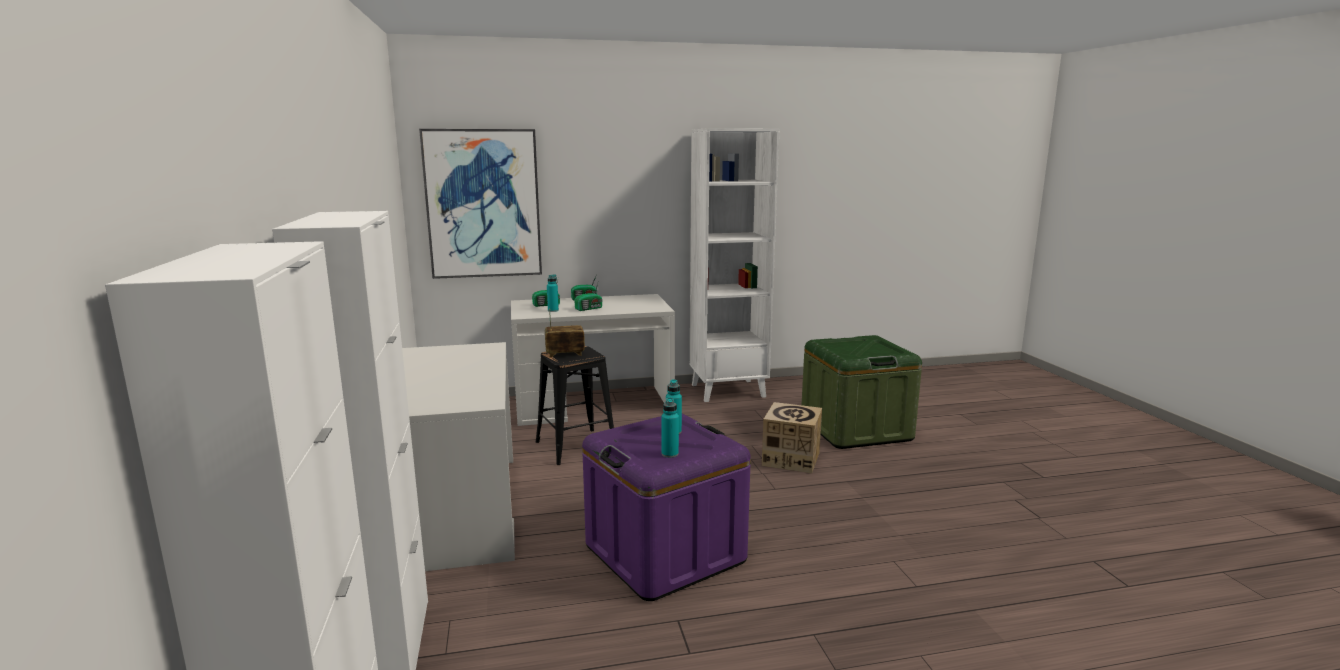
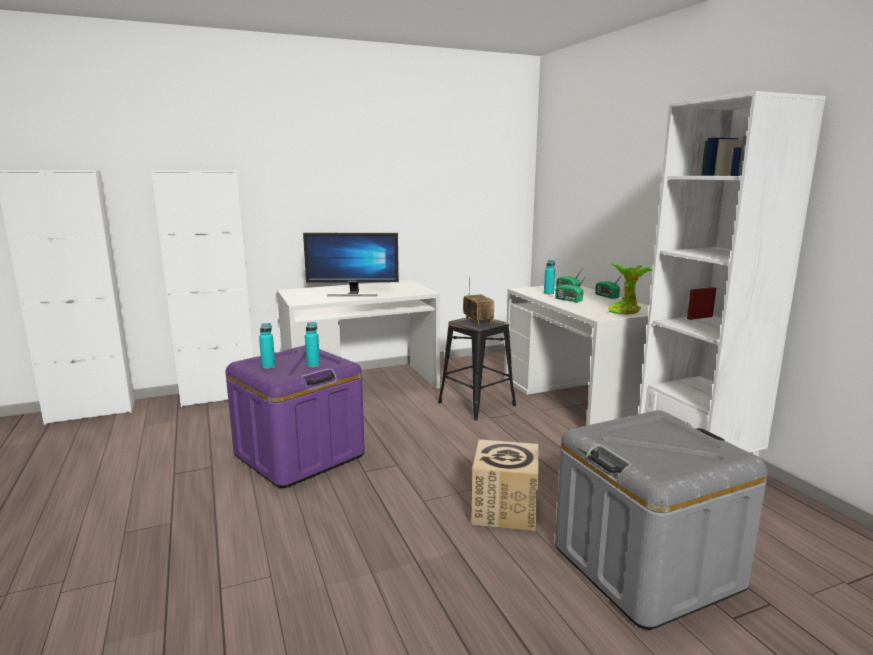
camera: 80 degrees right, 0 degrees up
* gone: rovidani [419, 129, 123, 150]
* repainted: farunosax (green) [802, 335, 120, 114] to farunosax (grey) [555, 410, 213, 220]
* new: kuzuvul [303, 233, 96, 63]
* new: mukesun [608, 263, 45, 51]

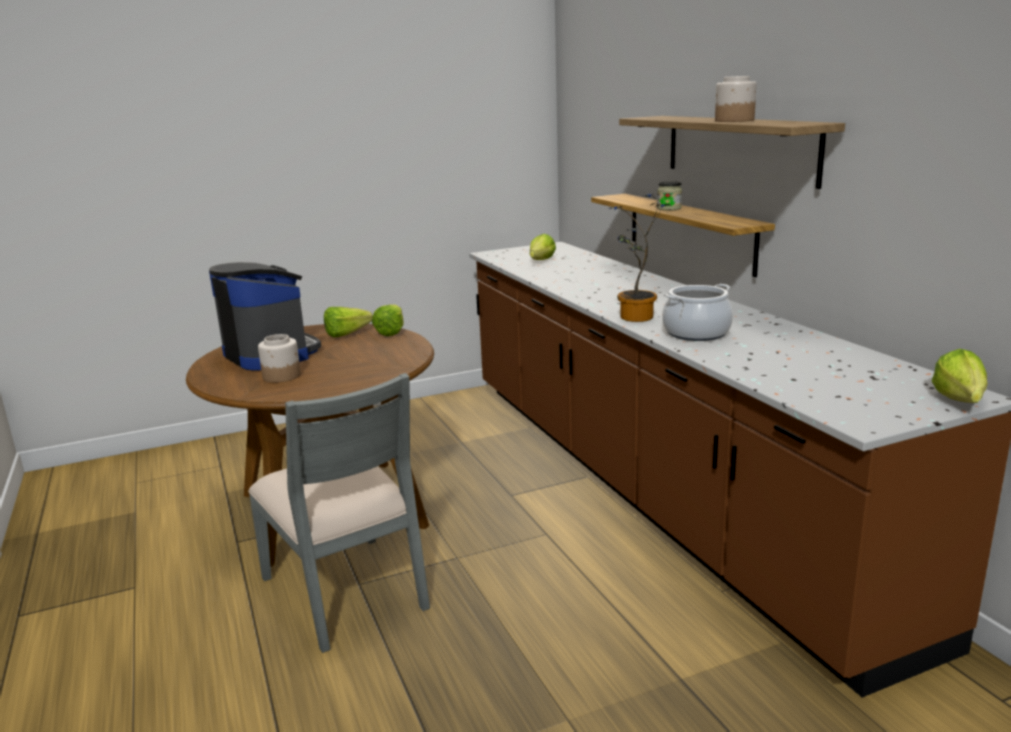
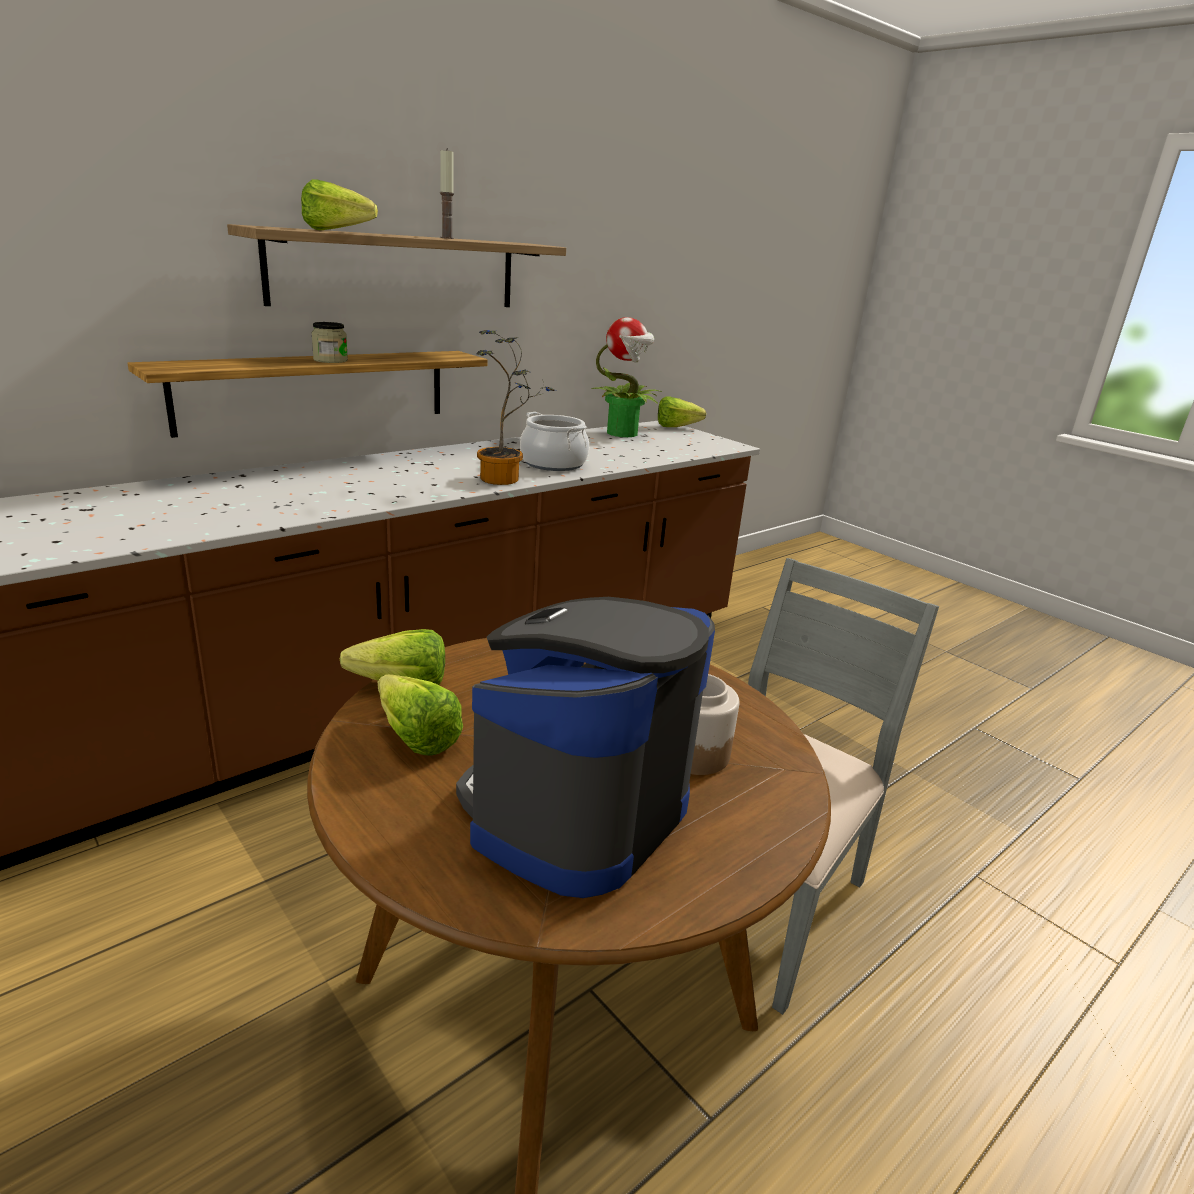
camera: 110 degrees left, 5 degrees up
* swapped: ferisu [715, 76, 42, 46] to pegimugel [440, 148, 14, 91]
* shifted: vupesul [530, 234, 26, 26] to [301, 179, 77, 51]
* new: mukesun [591, 317, 71, 120]

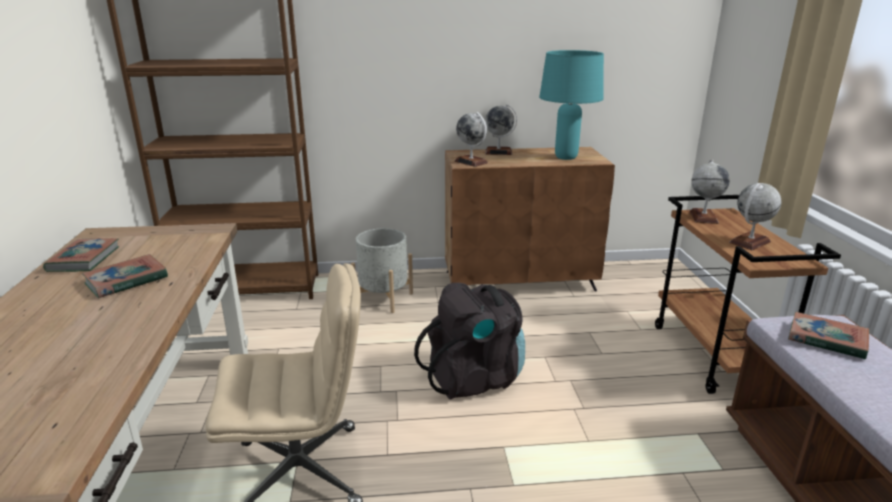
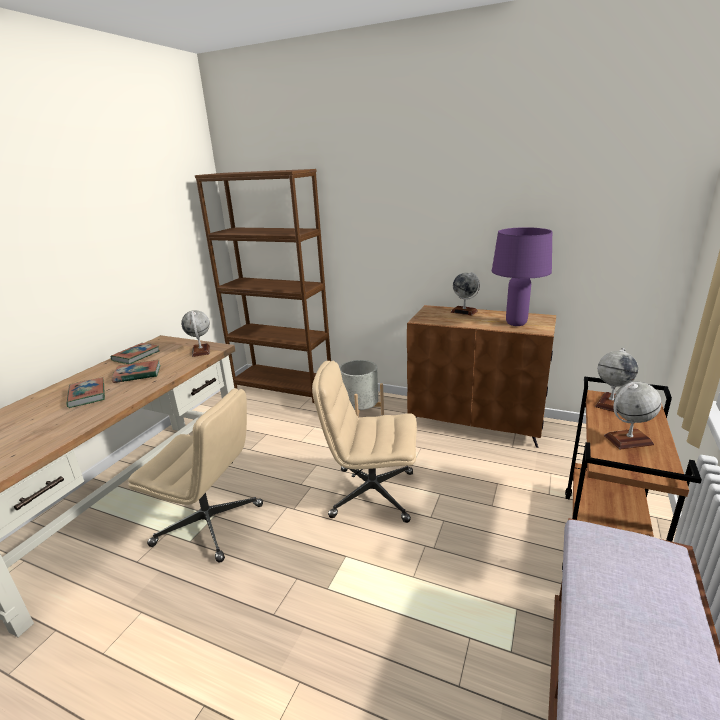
camera: 30 degrees right, 0 degrees up
* repainted: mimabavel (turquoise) [539, 50, 65, 110] to mimabavel (purple) [492, 227, 60, 99]
* shifted: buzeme [455, 112, 33, 55] to [181, 310, 29, 47]
* swapped: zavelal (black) [414, 283, 111, 116] to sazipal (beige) [312, 361, 105, 162]
* shifted: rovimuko [788, 312, 81, 47] to [66, 377, 39, 31]

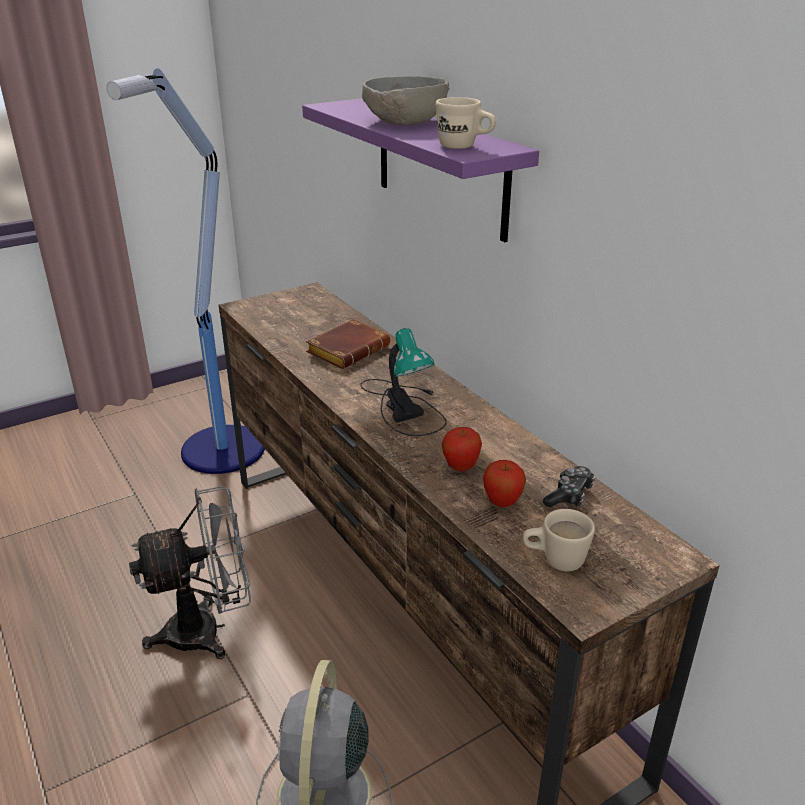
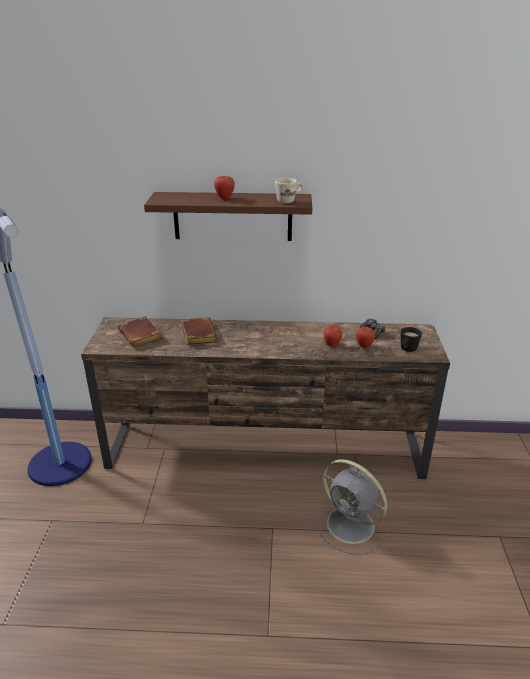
camera: 55 degrees left, 0 degrees up
* swapped: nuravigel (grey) [362, 76, 88, 49] to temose [214, 176, 21, 23]
* repainted: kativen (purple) [302, 98, 237, 144] to kativen (brown) [144, 192, 168, 49]
* gone: mimabavel [360, 328, 87, 108]
* gone: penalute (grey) [129, 486, 122, 173]
* repainted: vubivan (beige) [523, 509, 72, 63] to vubivan (black) [401, 327, 21, 25]
* new: rovimuko (brown) [118, 316, 44, 32]

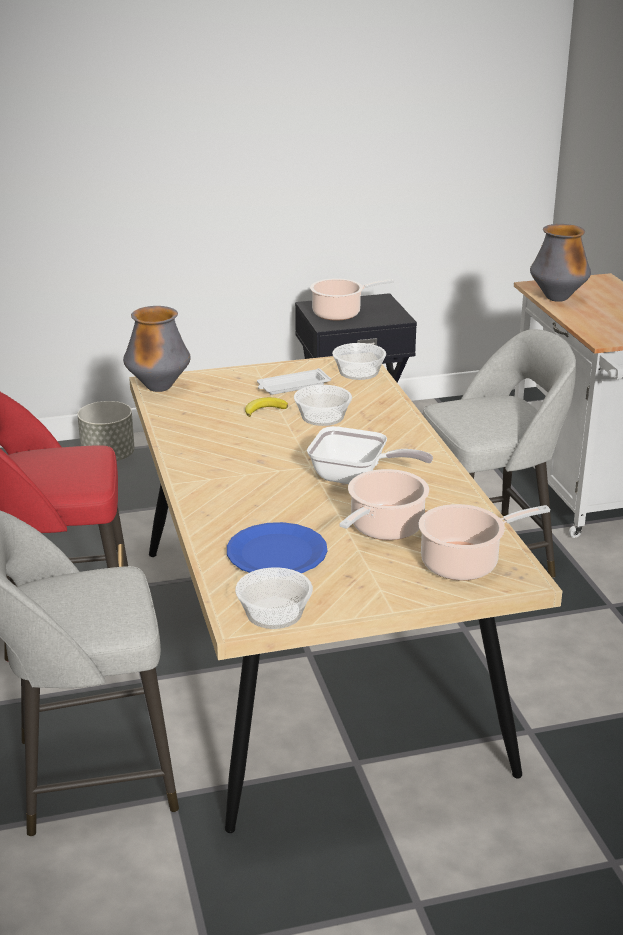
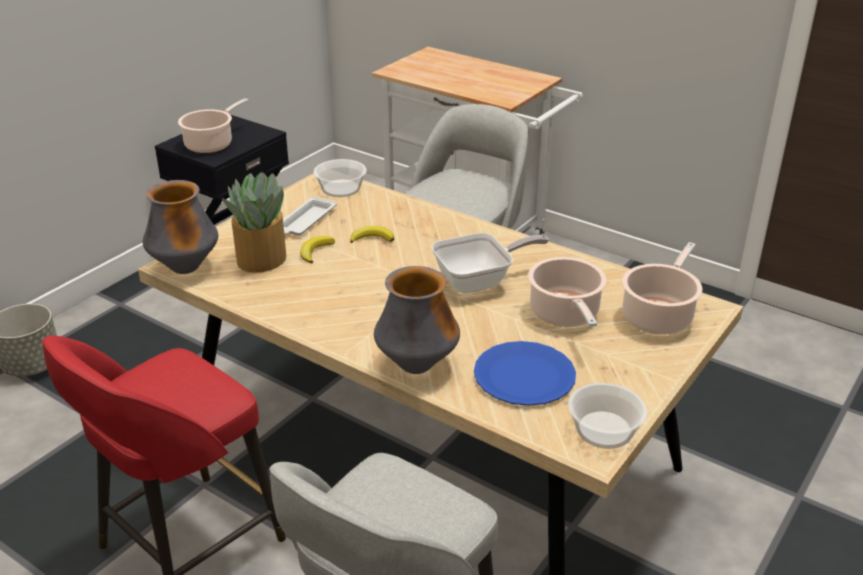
camera: 40 degrees left, 5 degrees up
* shifted: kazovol [530, 224, 61, 78] to [374, 266, 86, 108]
* swapped: nuravigel [294, 385, 58, 41] to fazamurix [350, 226, 44, 17]
* new: mukesun [222, 172, 64, 101]

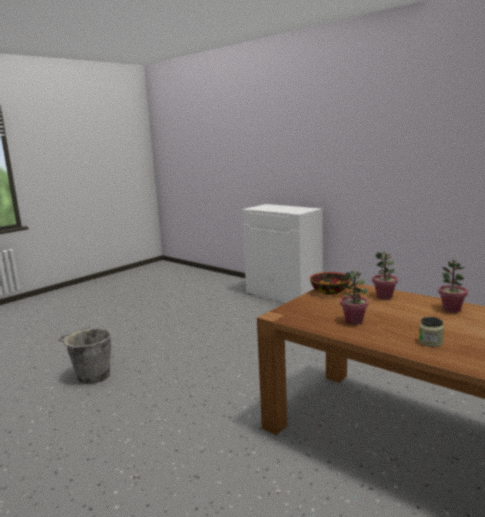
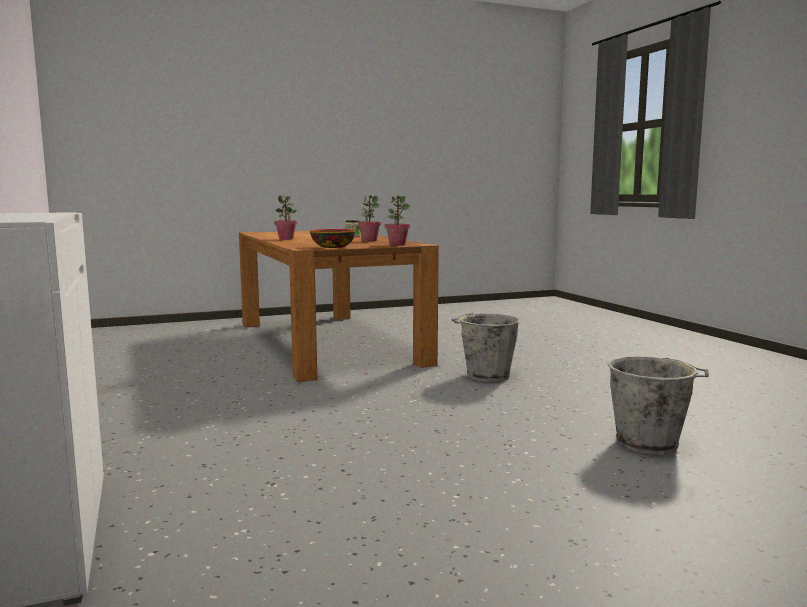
camera: 155 degrees left, 5 degrees down
* shifted: mukesun [372, 251, 26, 48] to [385, 196, 25, 49]
* new: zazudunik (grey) [452, 313, 69, 69]

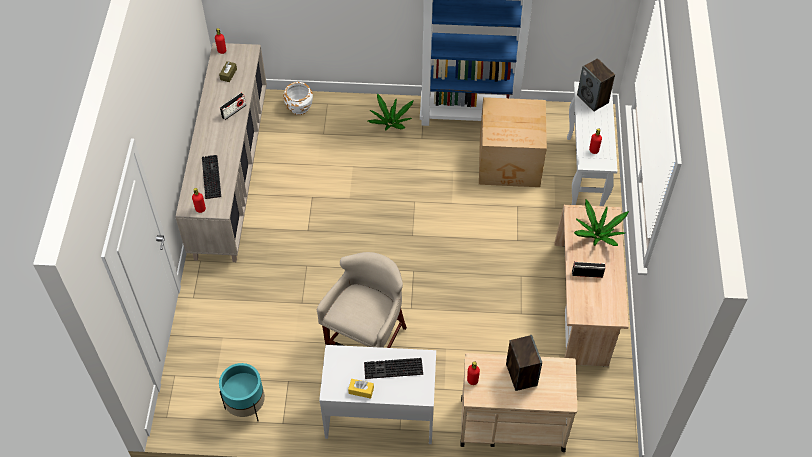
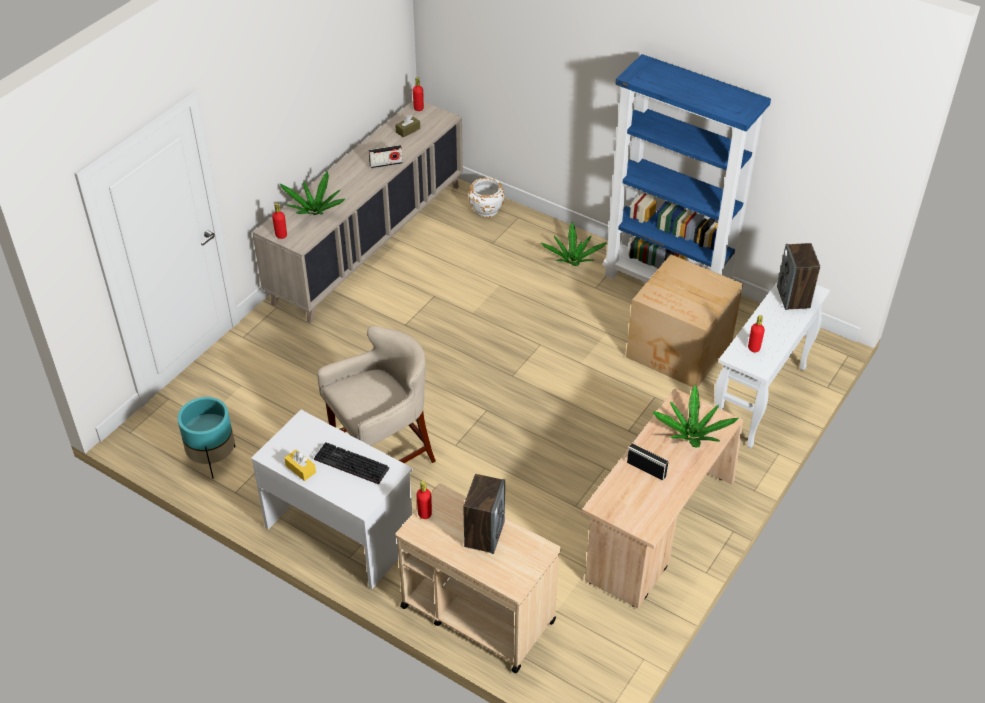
camera: 30 degrees right, 10 degrees down
* swapped: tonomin [202, 155, 19, 44] to mukesun [280, 171, 65, 44]

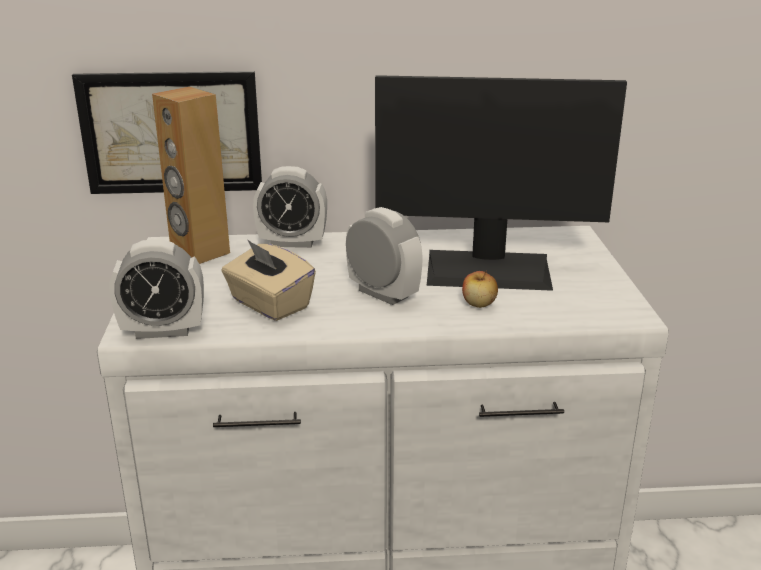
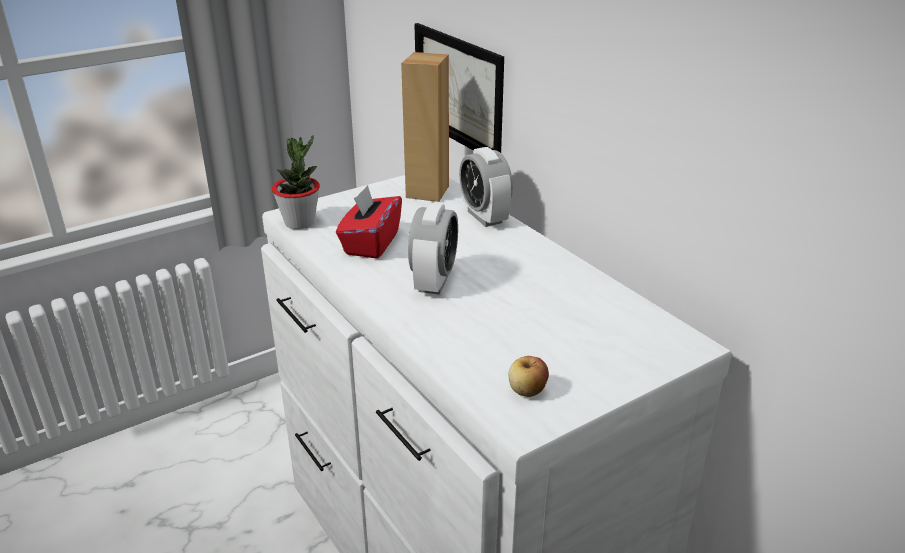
camera: 60 degrees right, 5 degrees up
* gone: kuzuvul [375, 75, 252, 216]
* swapped: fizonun [110, 239, 94, 100] to mukesun [272, 135, 48, 94]
* repainted: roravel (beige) [221, 239, 95, 82] to roravel (red) [336, 185, 66, 74]
* shifted: temose [462, 271, 36, 37] to [509, 356, 40, 41]

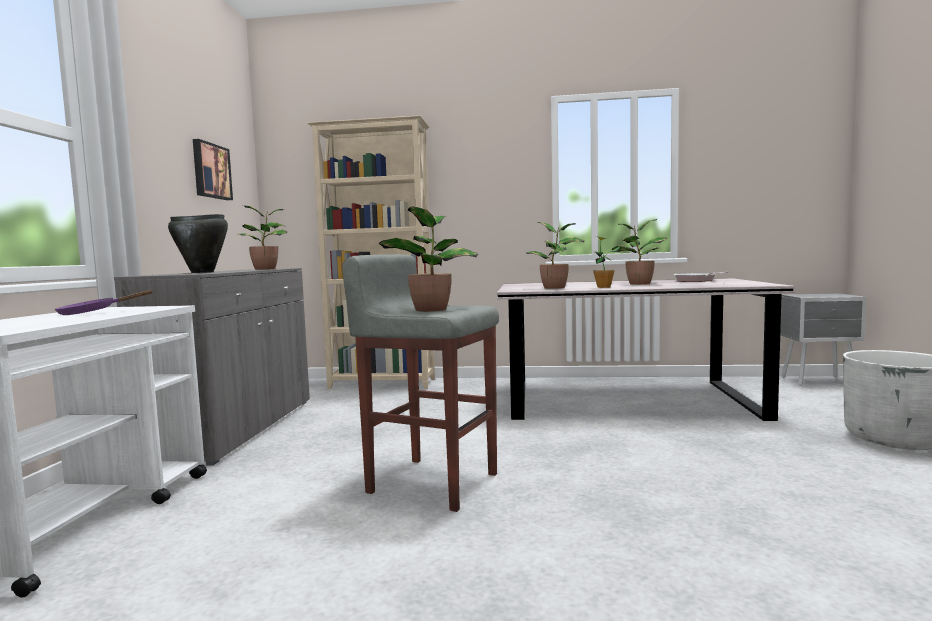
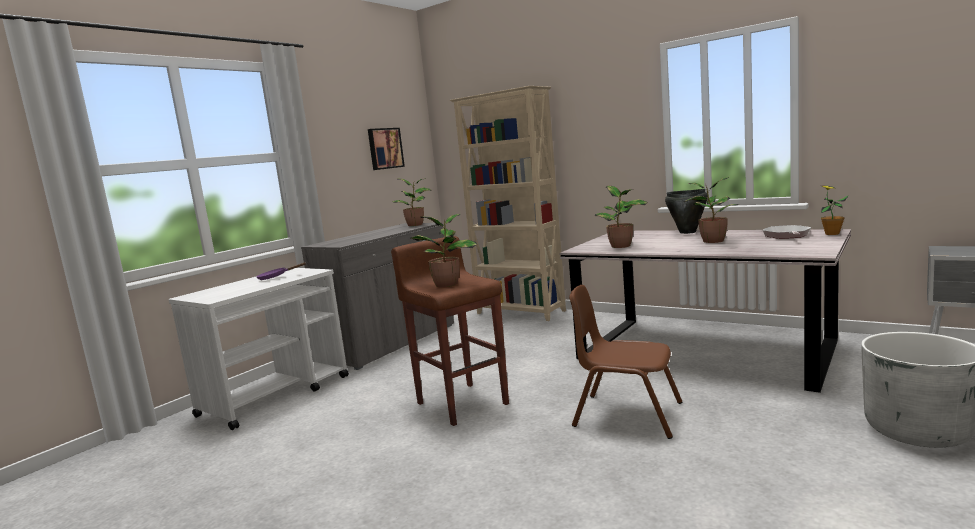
camera: 30 degrees right, 5 degrees up
* shifted: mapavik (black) [168, 214, 60, 59] to [665, 189, 43, 45]
* shifted: mukesun [593, 236, 27, 52] to [821, 185, 28, 50]
* repainted: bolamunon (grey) [342, 254, 157, 258] to bolamunon (brown) [391, 236, 118, 190]
* new: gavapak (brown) [569, 285, 113, 154]

